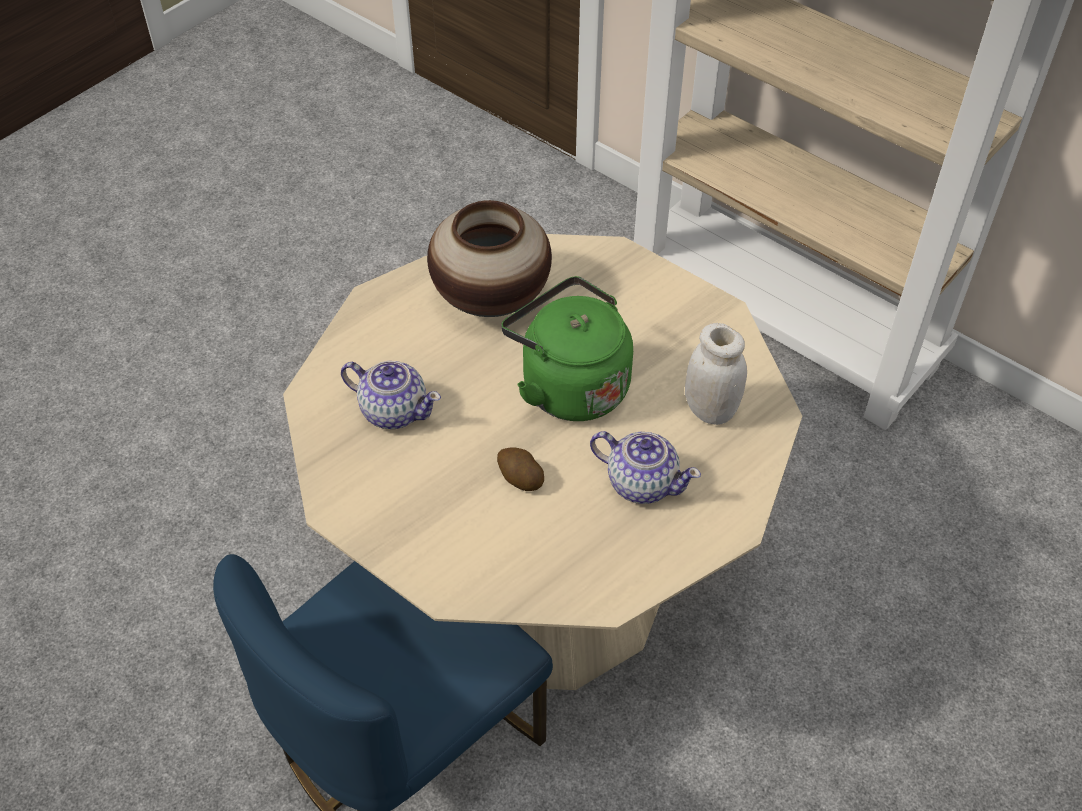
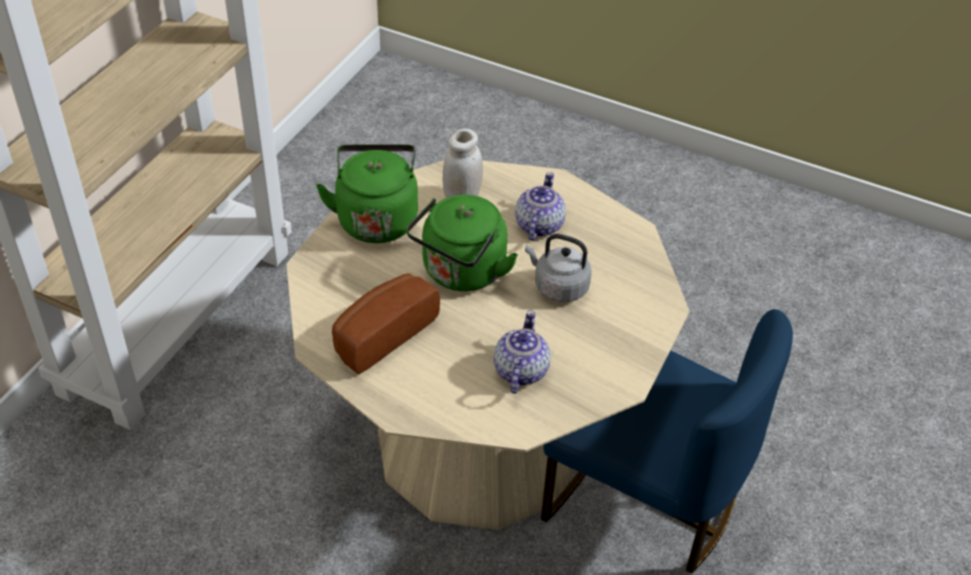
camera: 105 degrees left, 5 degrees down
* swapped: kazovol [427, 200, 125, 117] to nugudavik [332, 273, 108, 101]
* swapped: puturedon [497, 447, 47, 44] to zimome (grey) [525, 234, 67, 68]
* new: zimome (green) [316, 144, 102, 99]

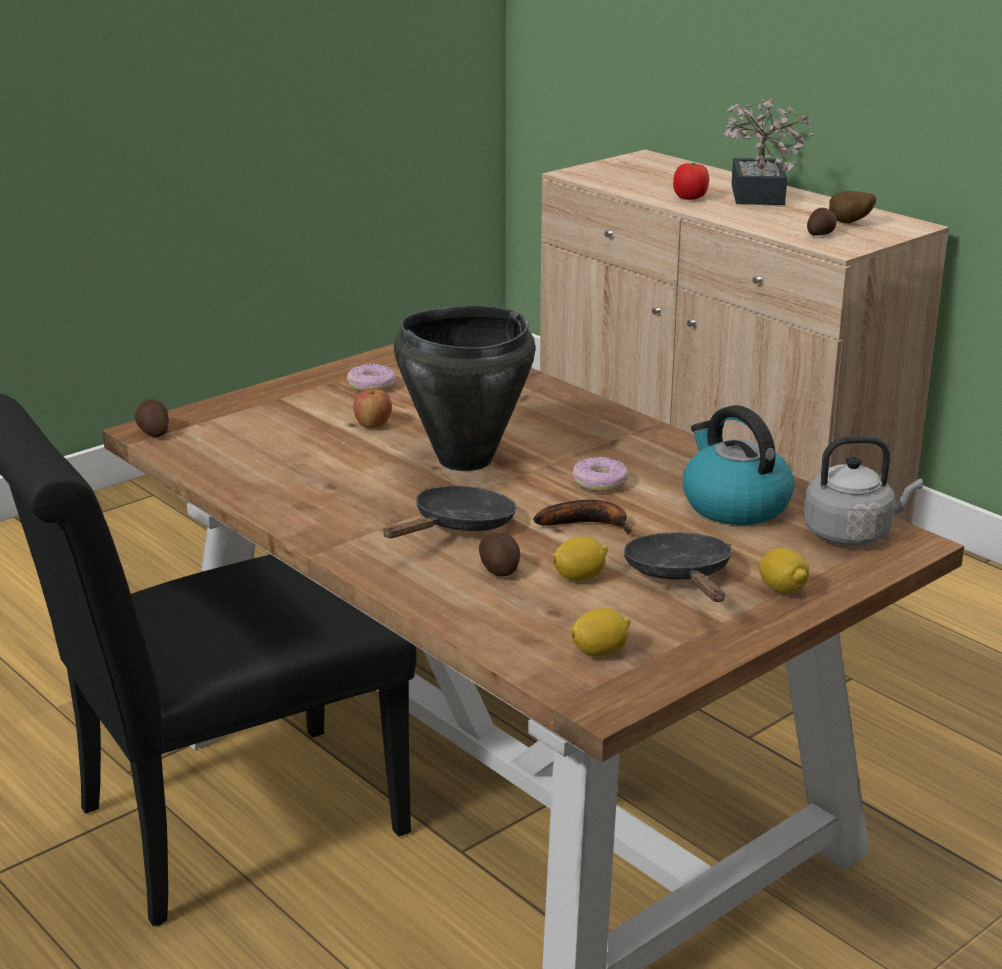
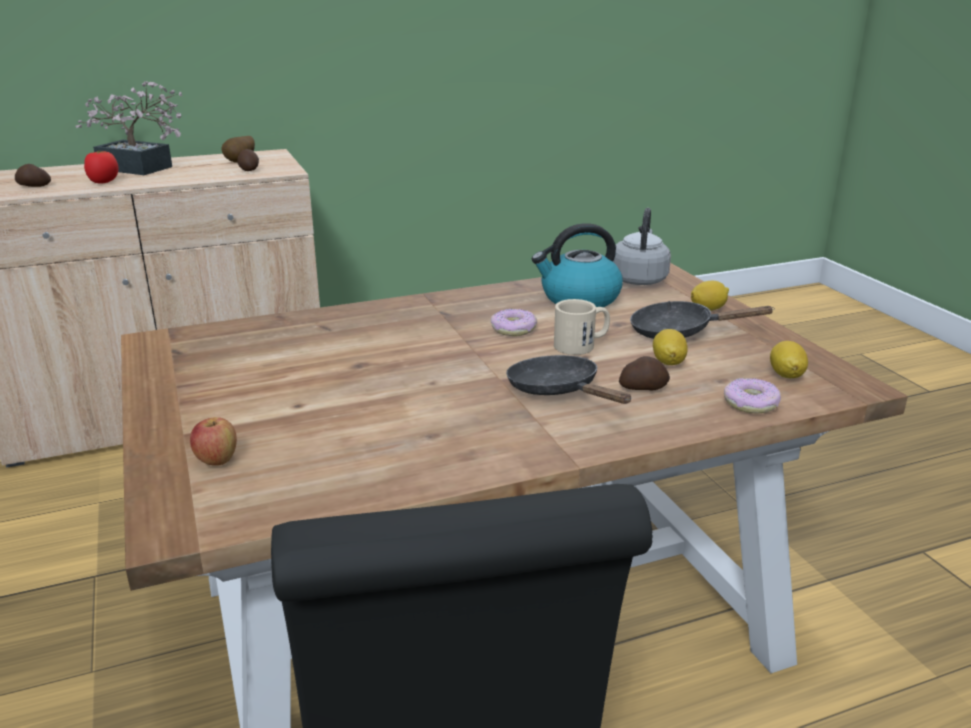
camera: 70 degrees left, 0 degrees up
* gone: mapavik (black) [394, 306, 141, 165]
* shifted: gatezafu [347, 363, 49, 29] to [724, 378, 57, 36]
* shifted: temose [353, 389, 39, 40] to [190, 417, 47, 49]
* shifted: puturedon [135, 399, 34, 38] to [15, 164, 36, 23]
* swapped: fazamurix [533, 500, 99, 35] to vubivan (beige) [554, 299, 56, 56]

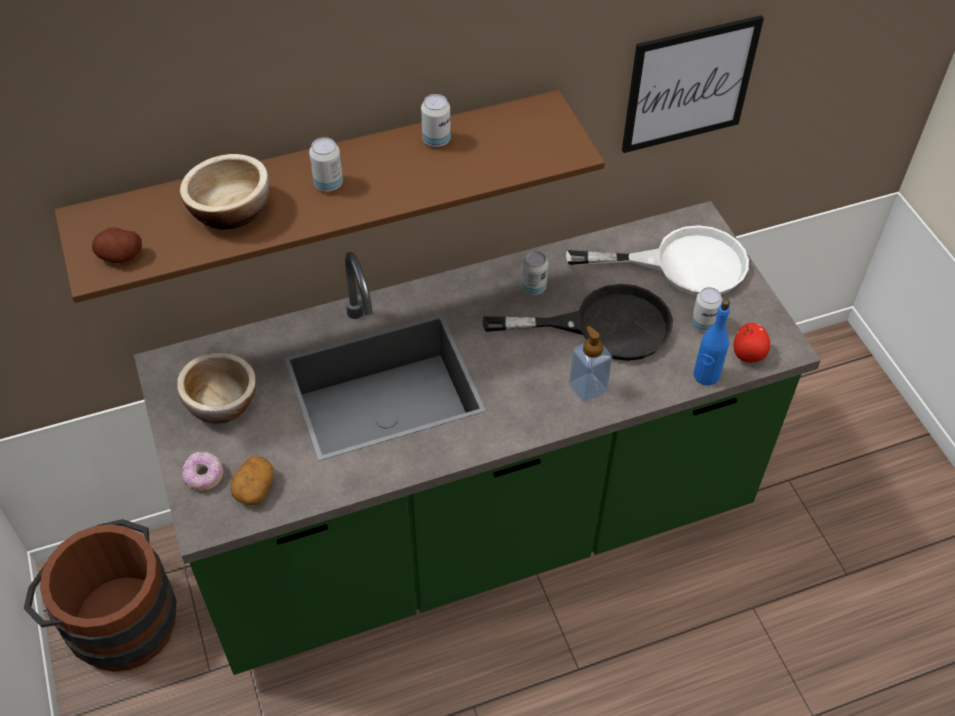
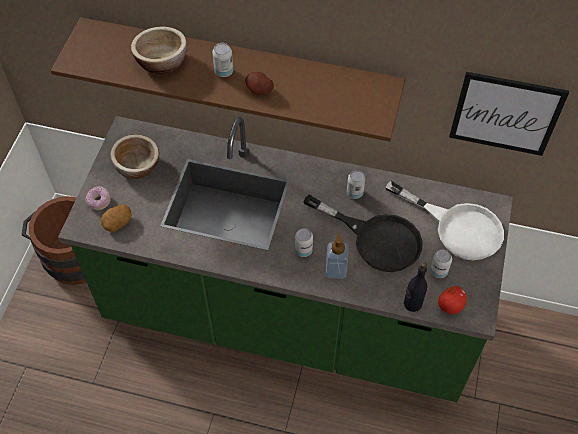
camera: 35 degrees right, 5 degrees up
* shifted: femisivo [421, 94, 30, 53] to [295, 228, 18, 29]
* shifted: puturedon [92, 227, 50, 36] to [245, 72, 29, 23]
* repainted: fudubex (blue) [693, 299, 37, 87] to fudubex (black) [404, 262, 23, 50]

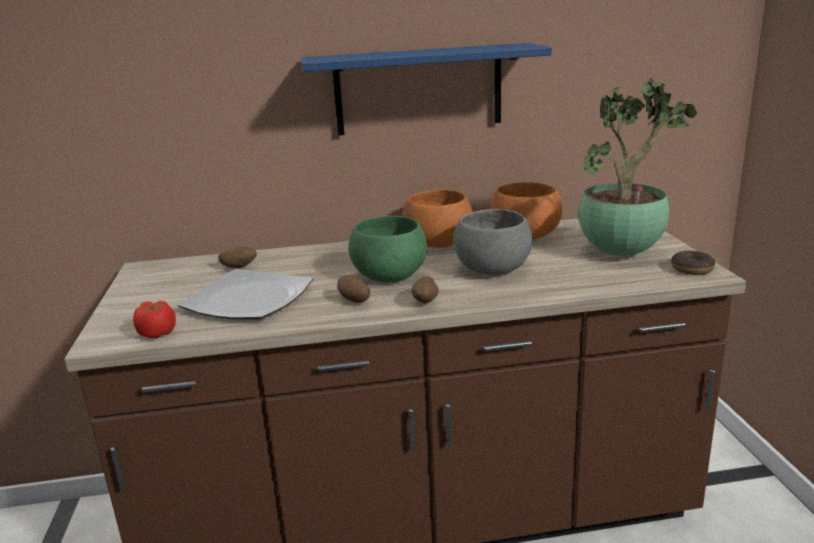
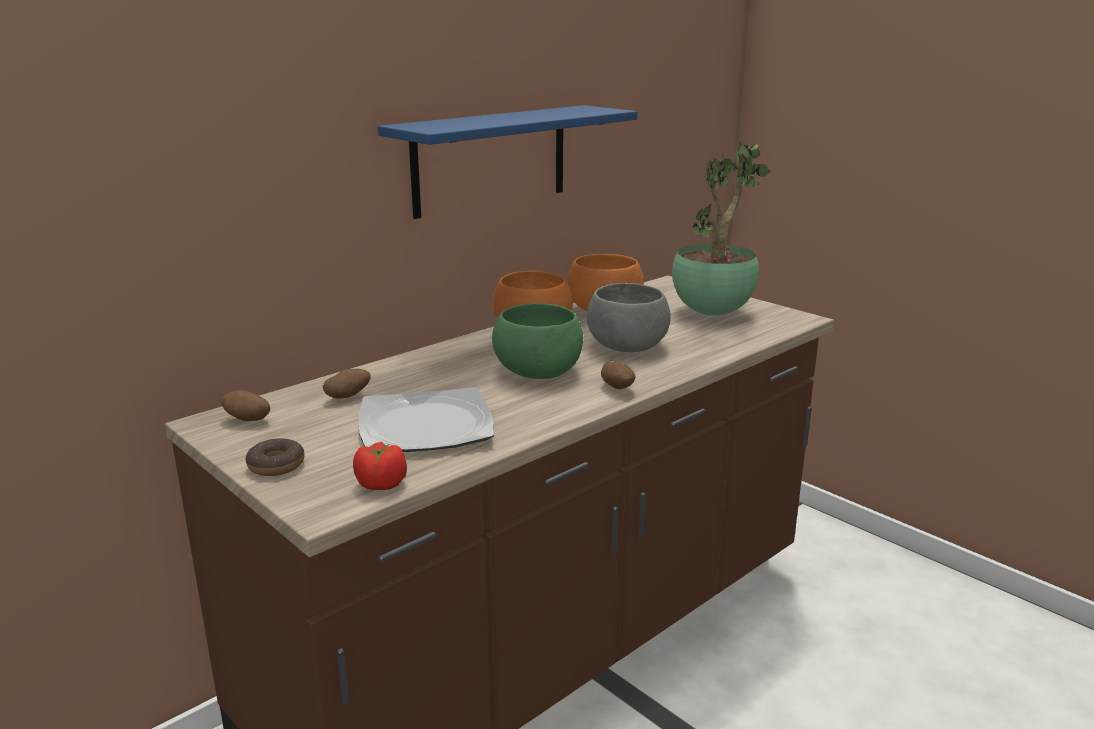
camera: 35 degrees left, 0 degrees up
* shifted: gatezafu [671, 251, 44, 24] to [246, 438, 58, 38]
* shifted: puturedon [337, 275, 33, 28] to [221, 390, 49, 31]

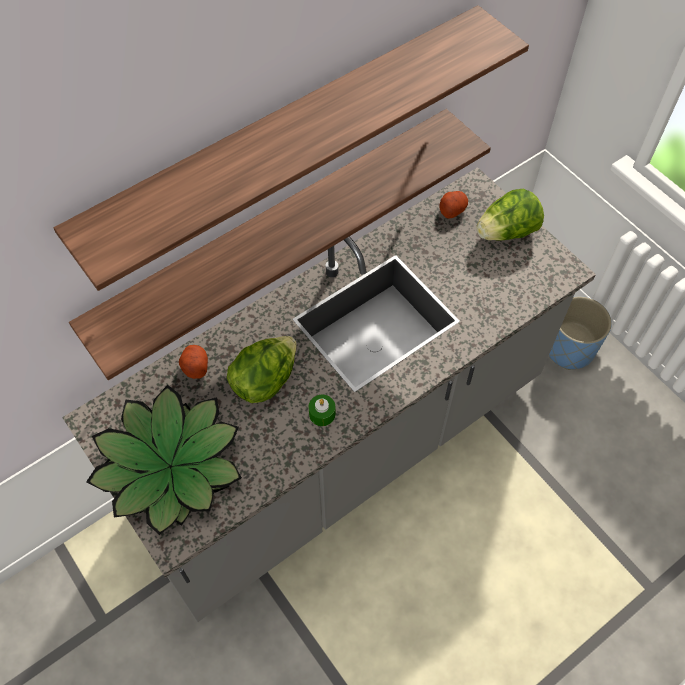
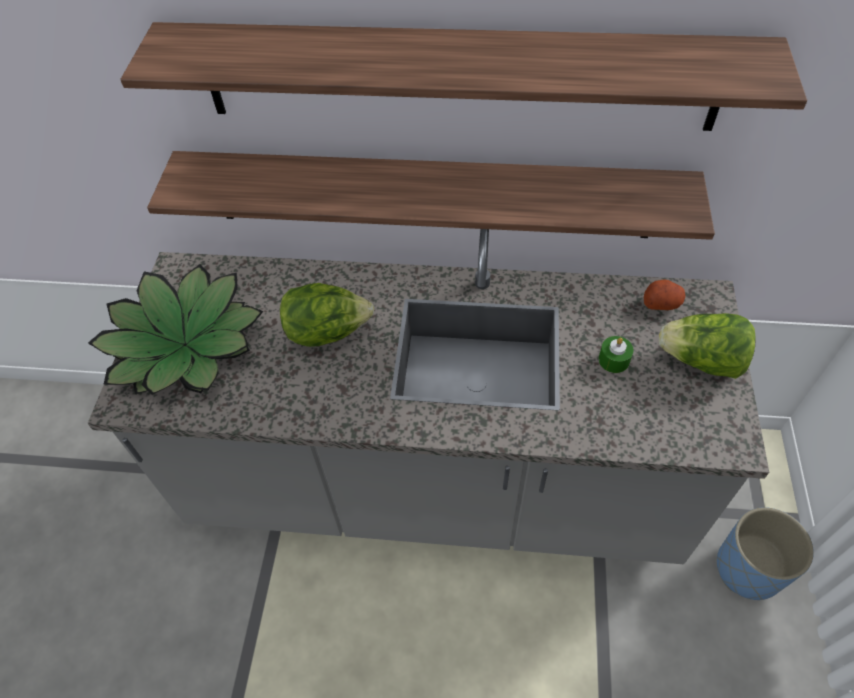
camera: 45 degrees right, 5 degrees down
* gone: puturedon [179, 345, 29, 34]
* shifted: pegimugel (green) [309, 395, 27, 31] to [598, 336, 36, 37]

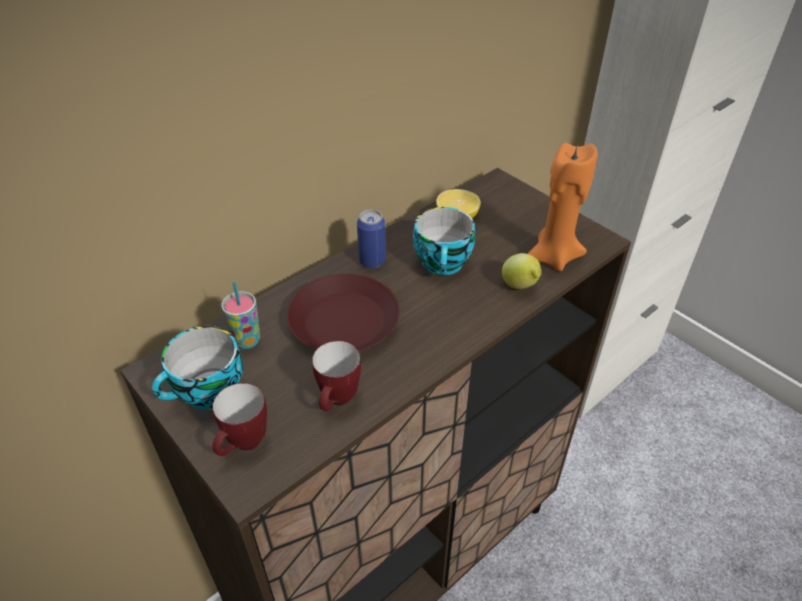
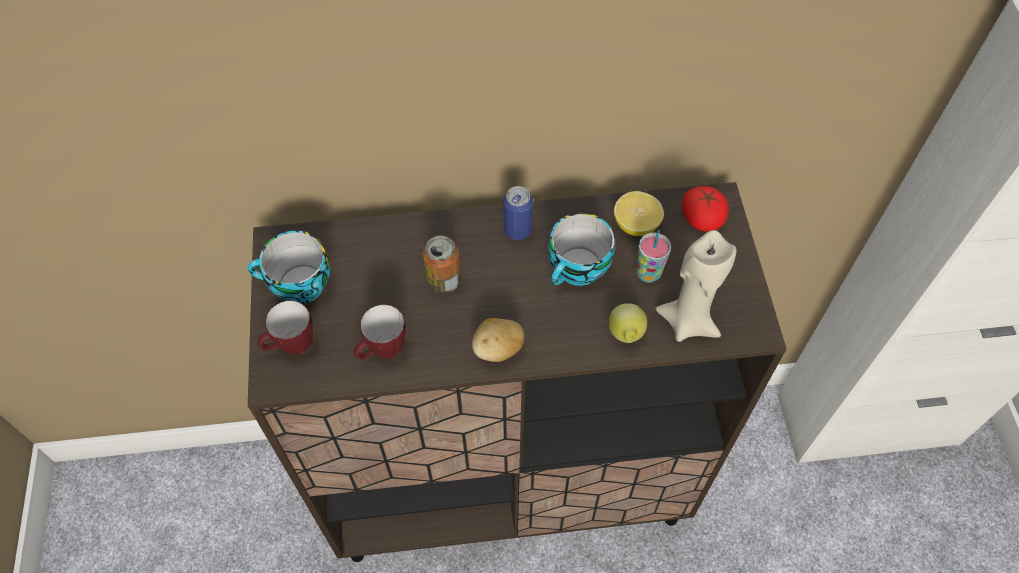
camera: 35 degrees right, 15 degrees up
* repainted: pegimugel (orange) [528, 143, 70, 129] to pegimugel (beige) [655, 230, 81, 112]
* swapped: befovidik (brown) [287, 274, 113, 77] to femisivo [423, 235, 38, 59]
* shifted: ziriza [221, 282, 39, 67] to [636, 230, 35, 53]
* new: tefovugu [682, 186, 47, 46]
* new: puturedon [472, 318, 52, 44]

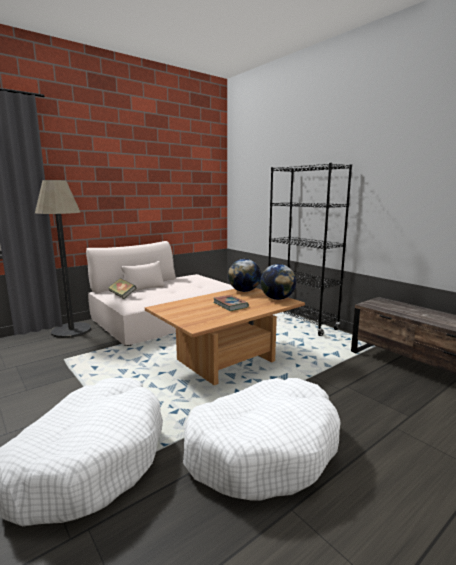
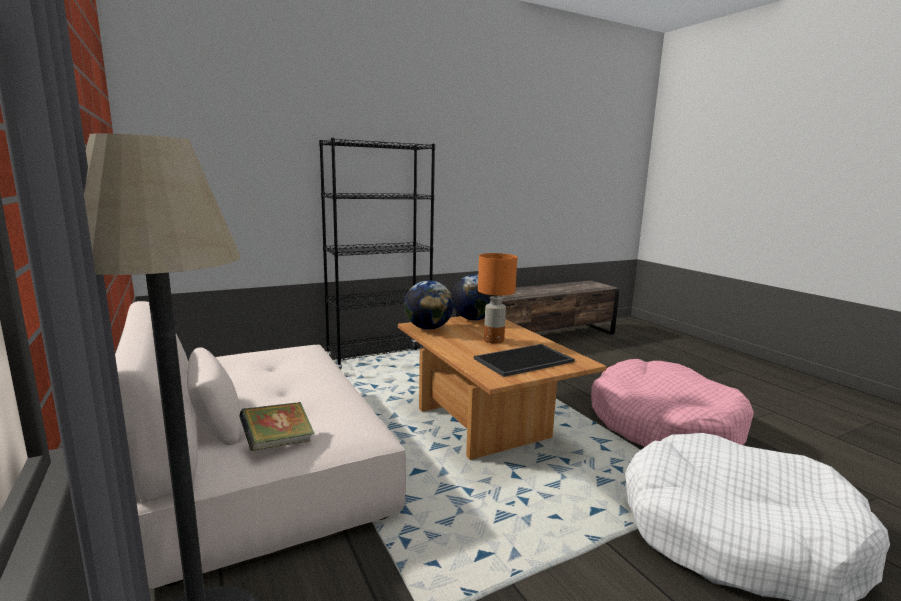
camera: 80 degrees left, 0 degrees up
* swapped: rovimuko [213, 295, 36, 16] to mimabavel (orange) [478, 253, 39, 90]
* repainted: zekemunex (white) [183, 378, 158, 123] to zekemunex (pink) [591, 359, 163, 88]
* new: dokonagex [474, 344, 101, 33]

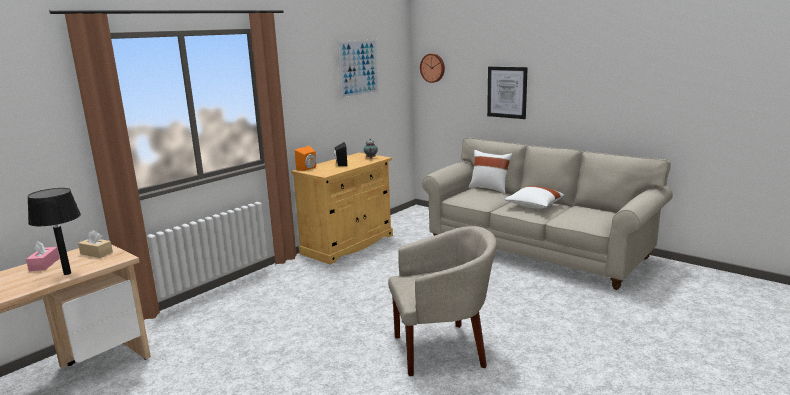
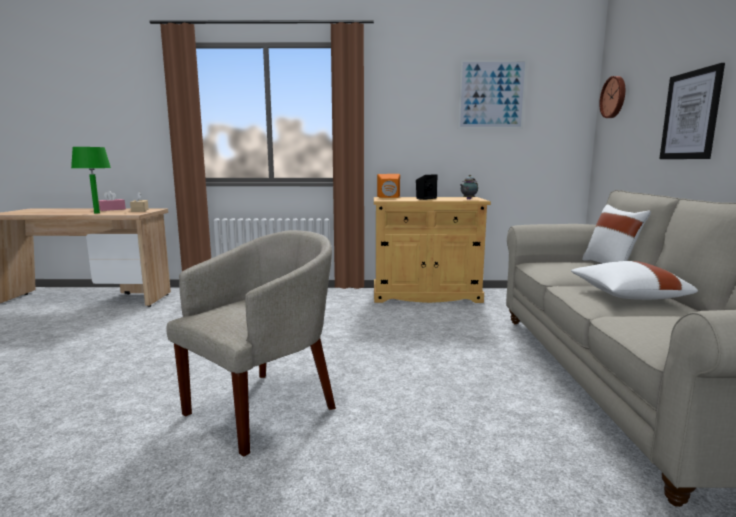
camera: 50 degrees right, 5 degrees down
* repainted: mimabavel (black) [27, 188, 54, 87] to mimabavel (green) [71, 147, 40, 67]
* rotated: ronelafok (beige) [388, 226, 109, 150] = [166, 230, 170, 227] 90 degrees counterclockwise

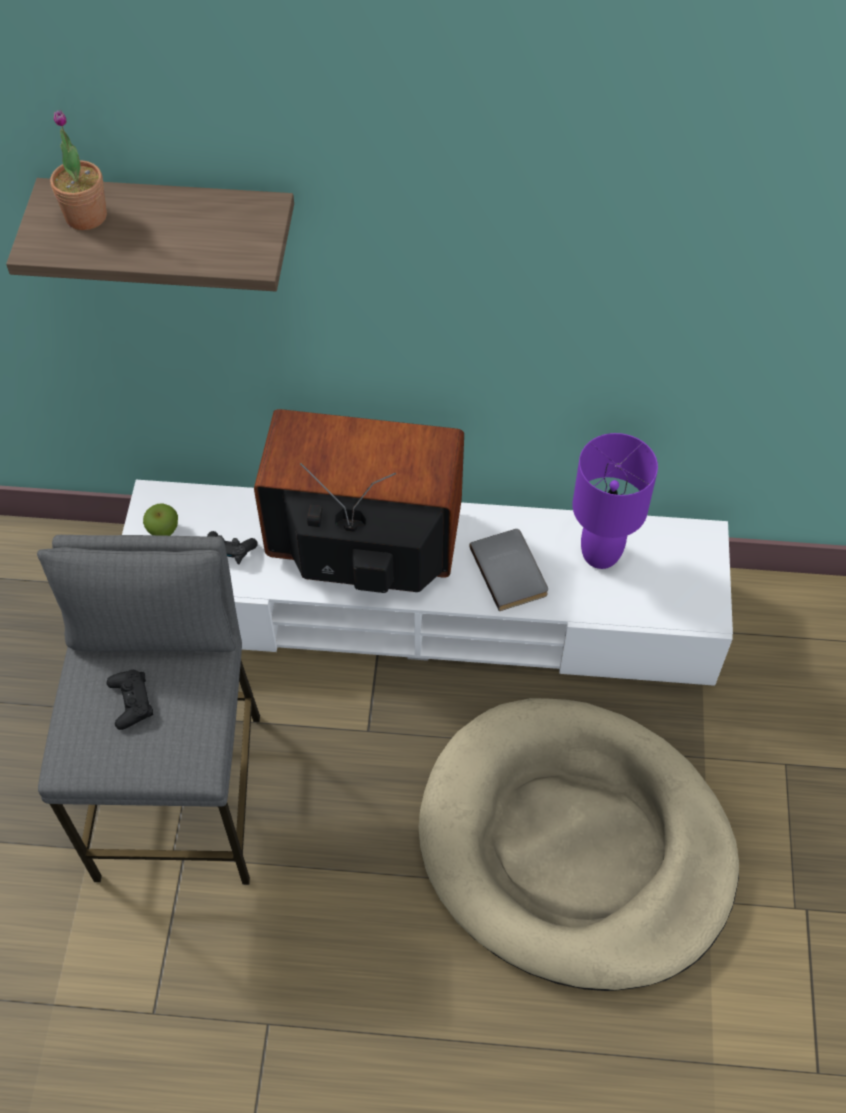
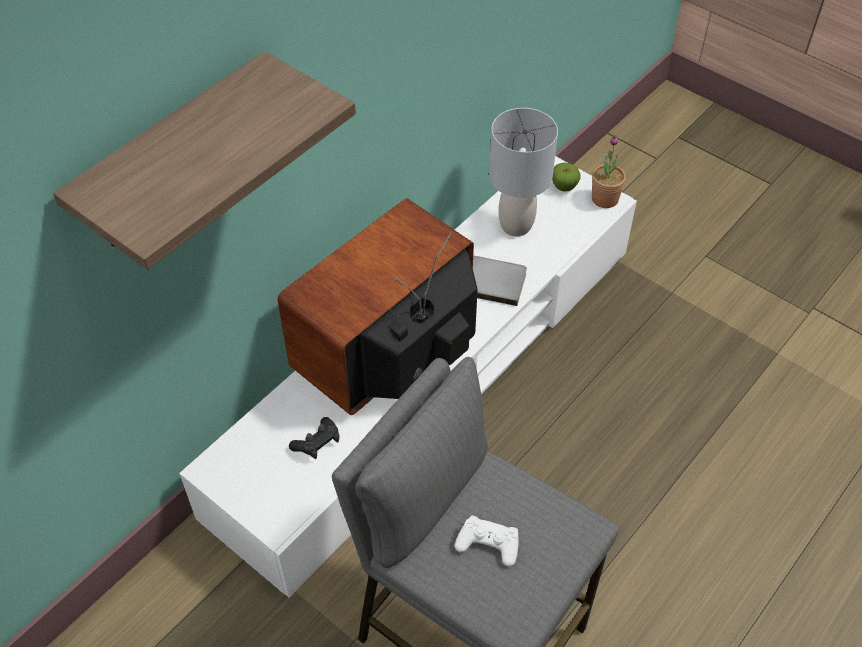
camera: 55 degrees left, 5 degrees down
* shifted: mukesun [50, 110, 57, 120] to [592, 135, 34, 73]
* repainted: mimabavel (purple) [572, 433, 86, 136] to mimabavel (grey) [489, 108, 69, 128]
* shifted: temose [143, 504, 35, 32] to [552, 162, 29, 29]
* repainted: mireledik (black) [106, 670, 47, 60] to mireledik (white) [455, 515, 64, 51]
* gone: zekemunex (beige) [419, 698, 320, 293]

